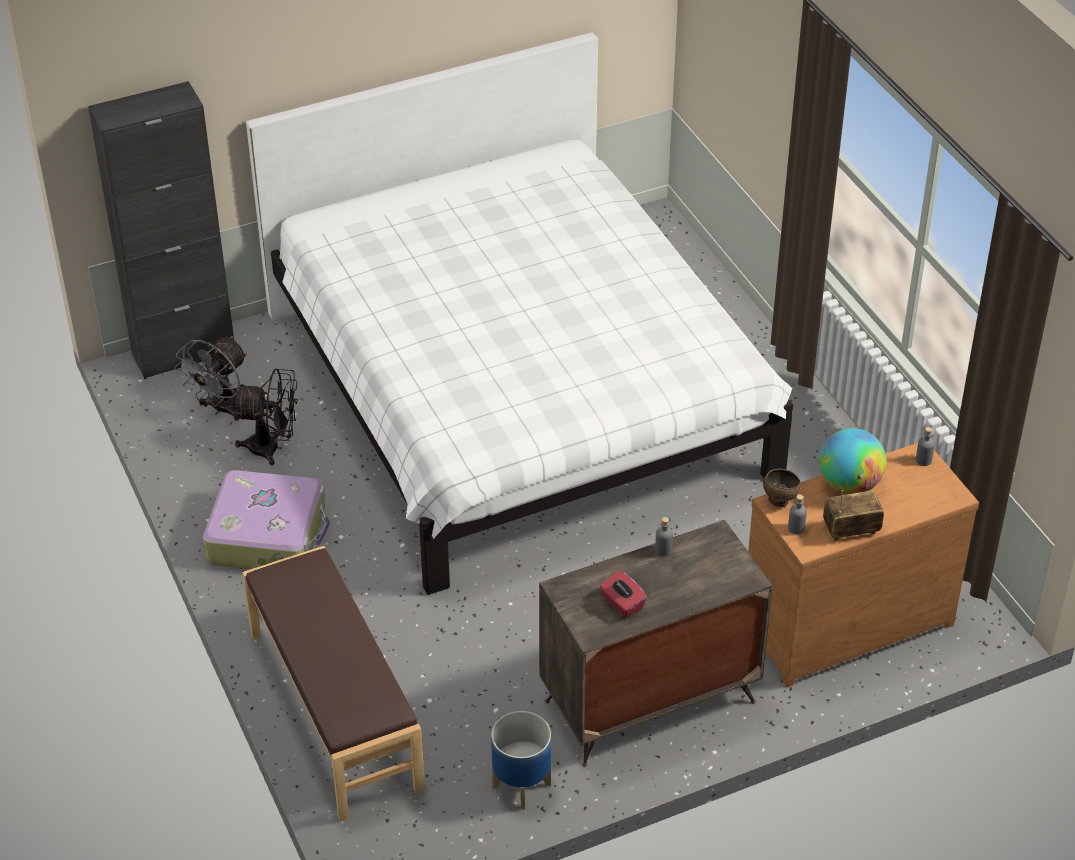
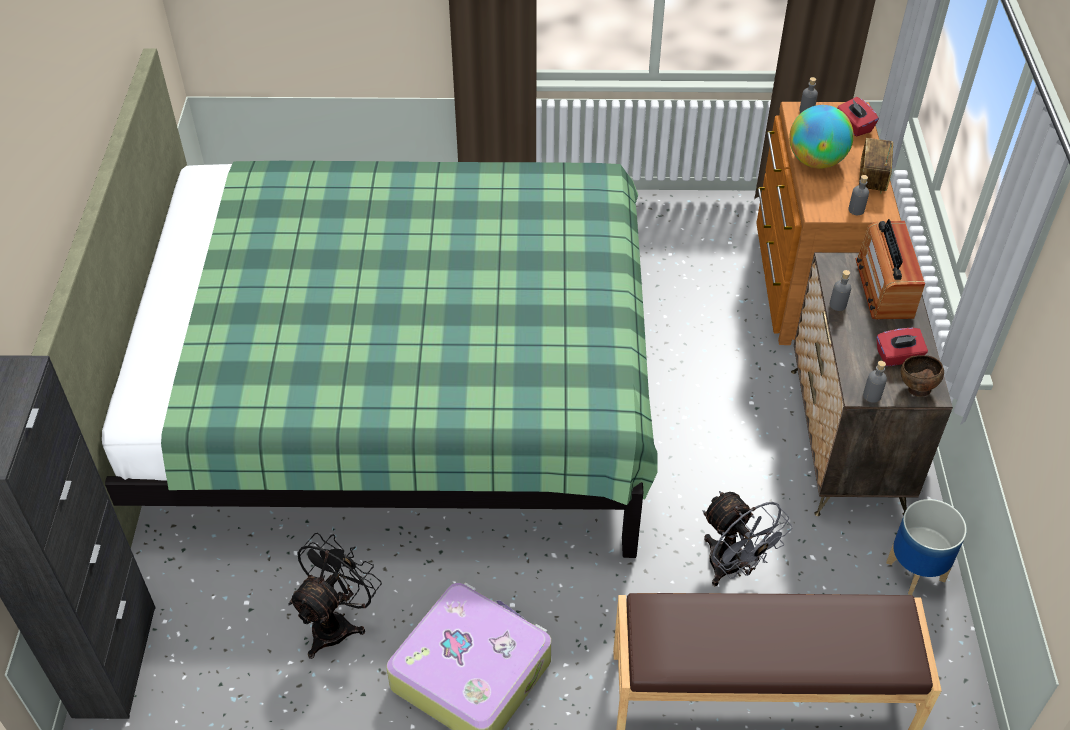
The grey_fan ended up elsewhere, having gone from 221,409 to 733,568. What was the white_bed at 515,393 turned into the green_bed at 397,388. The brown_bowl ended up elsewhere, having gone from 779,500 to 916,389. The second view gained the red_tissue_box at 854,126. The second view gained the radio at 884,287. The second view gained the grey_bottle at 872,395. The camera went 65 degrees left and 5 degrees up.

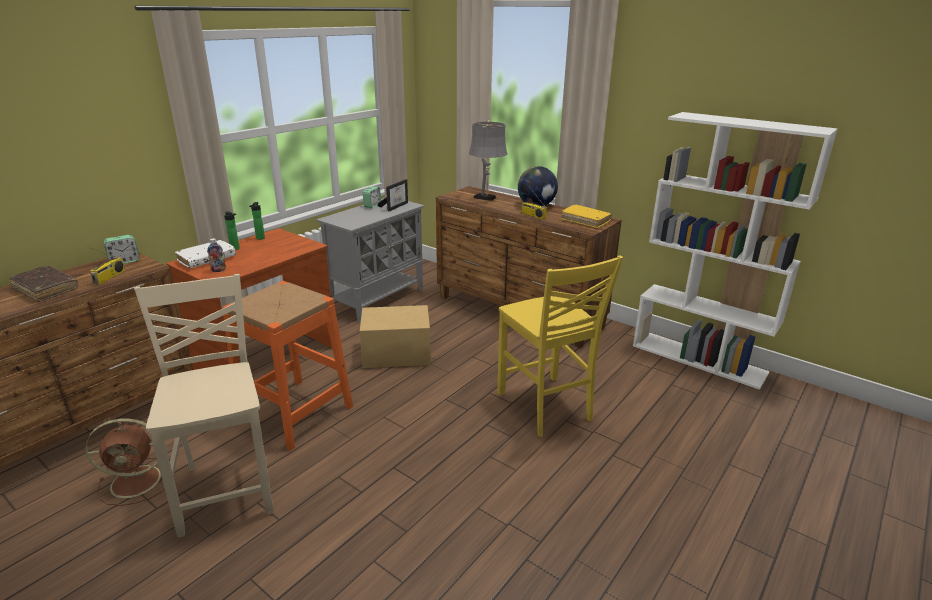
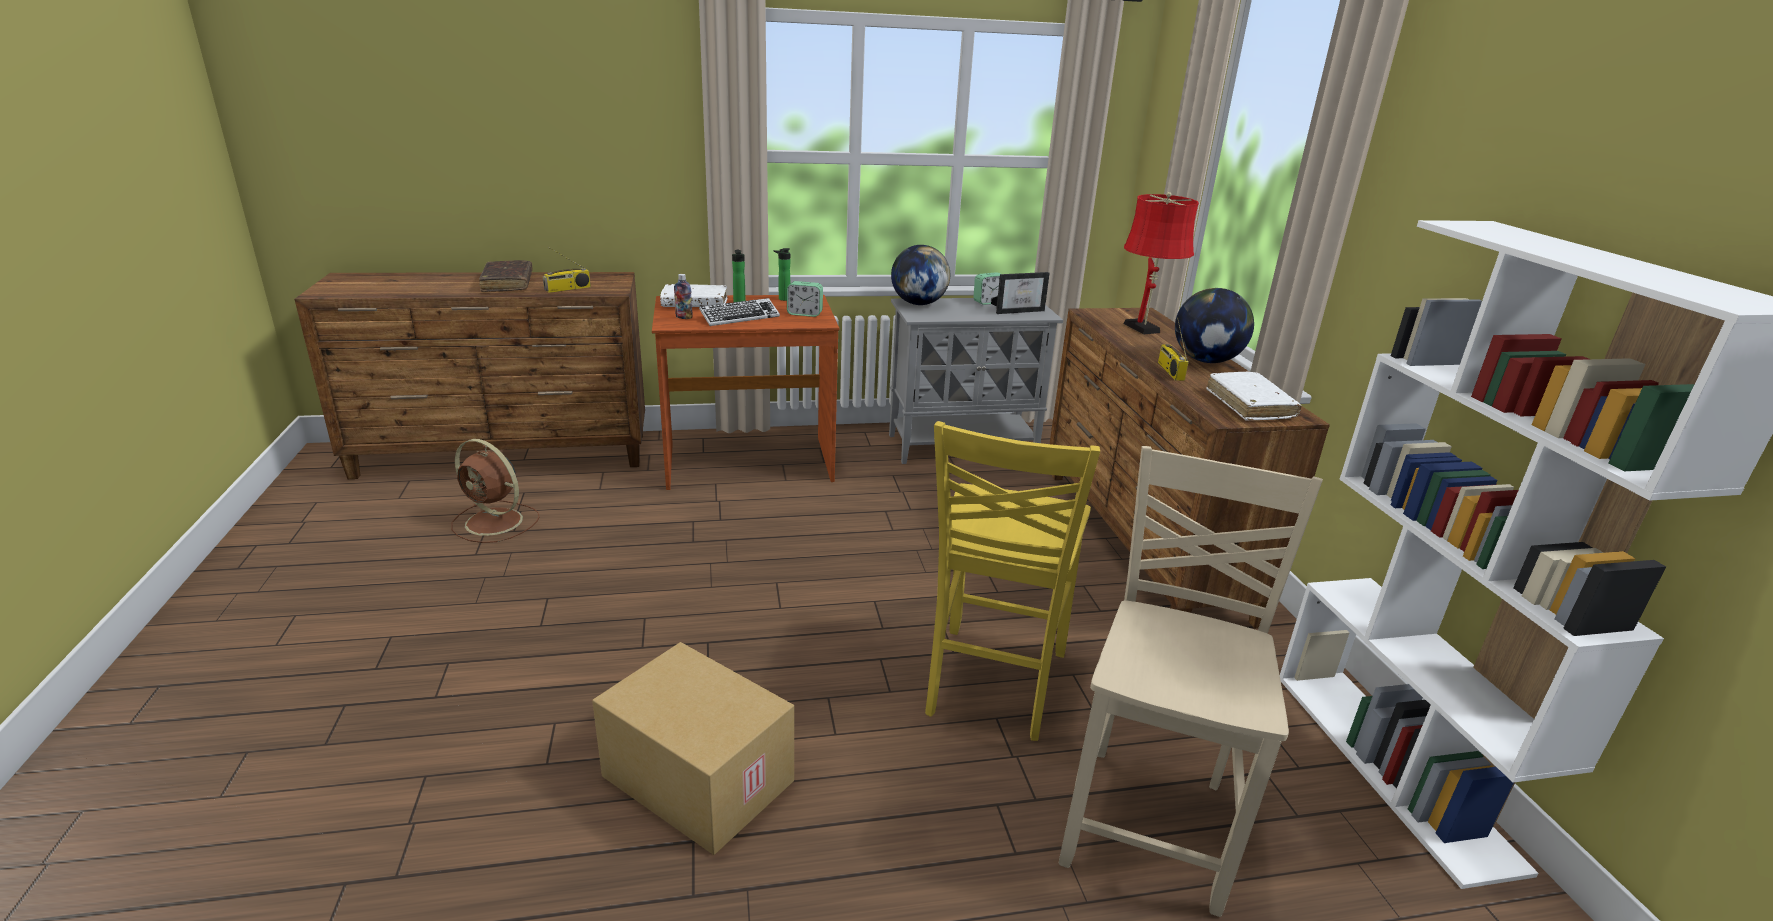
The alarm_clock ended up elsewhere, having gone from 124,261 to 804,314. The beige_chair ended up elsewhere, having gone from 228,488 to 1150,821. The second view lost the orange_stool at 295,412. The cardboard_box ended up elsewhere, having gone from 396,354 to 695,779. What was the grey_table_lamp at 486,198 turned into the red_table_lamp at 1143,329. What was the yellow_book at 585,221 turned into the white_book at 1249,405. The second view gained the keyboard at 739,317. The second view gained the globe at 918,303. The camera went 40 degrees right and 0 degrees up.

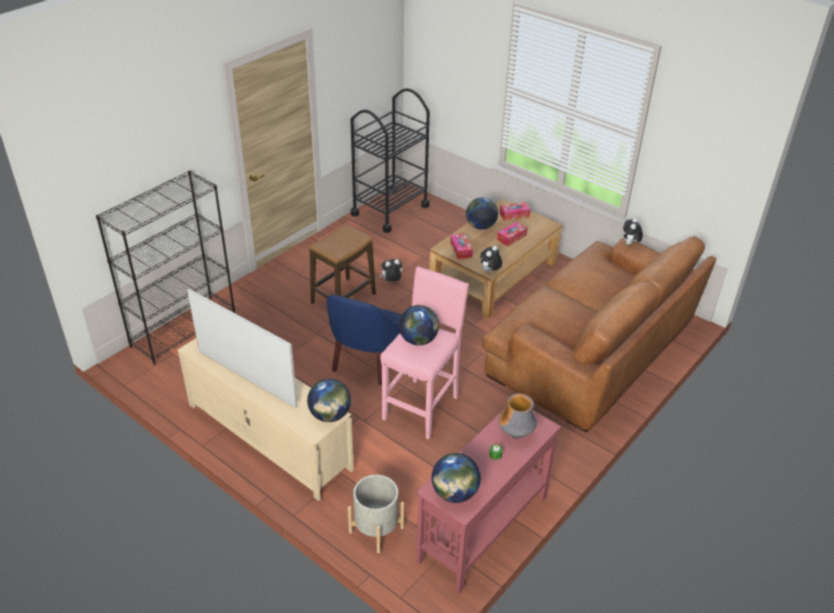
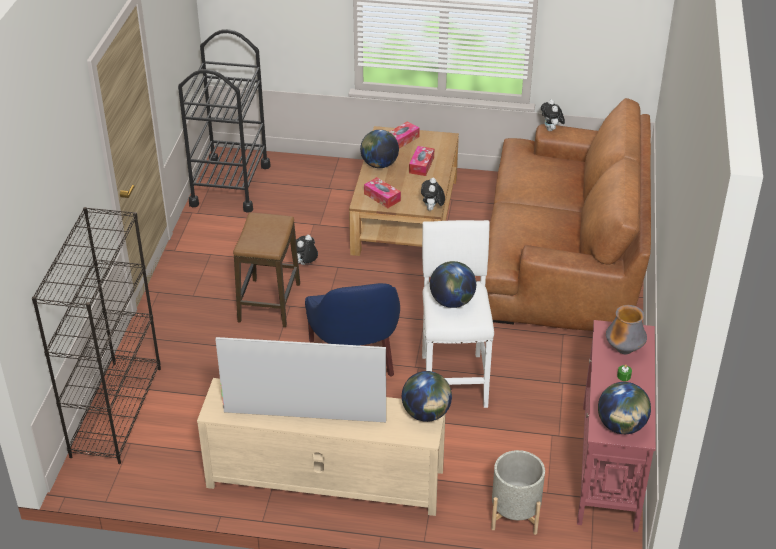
What was the pink_stool at 422,407 turned into the white_stool at 453,379. The camera went 30 degrees left and 0 degrees up.

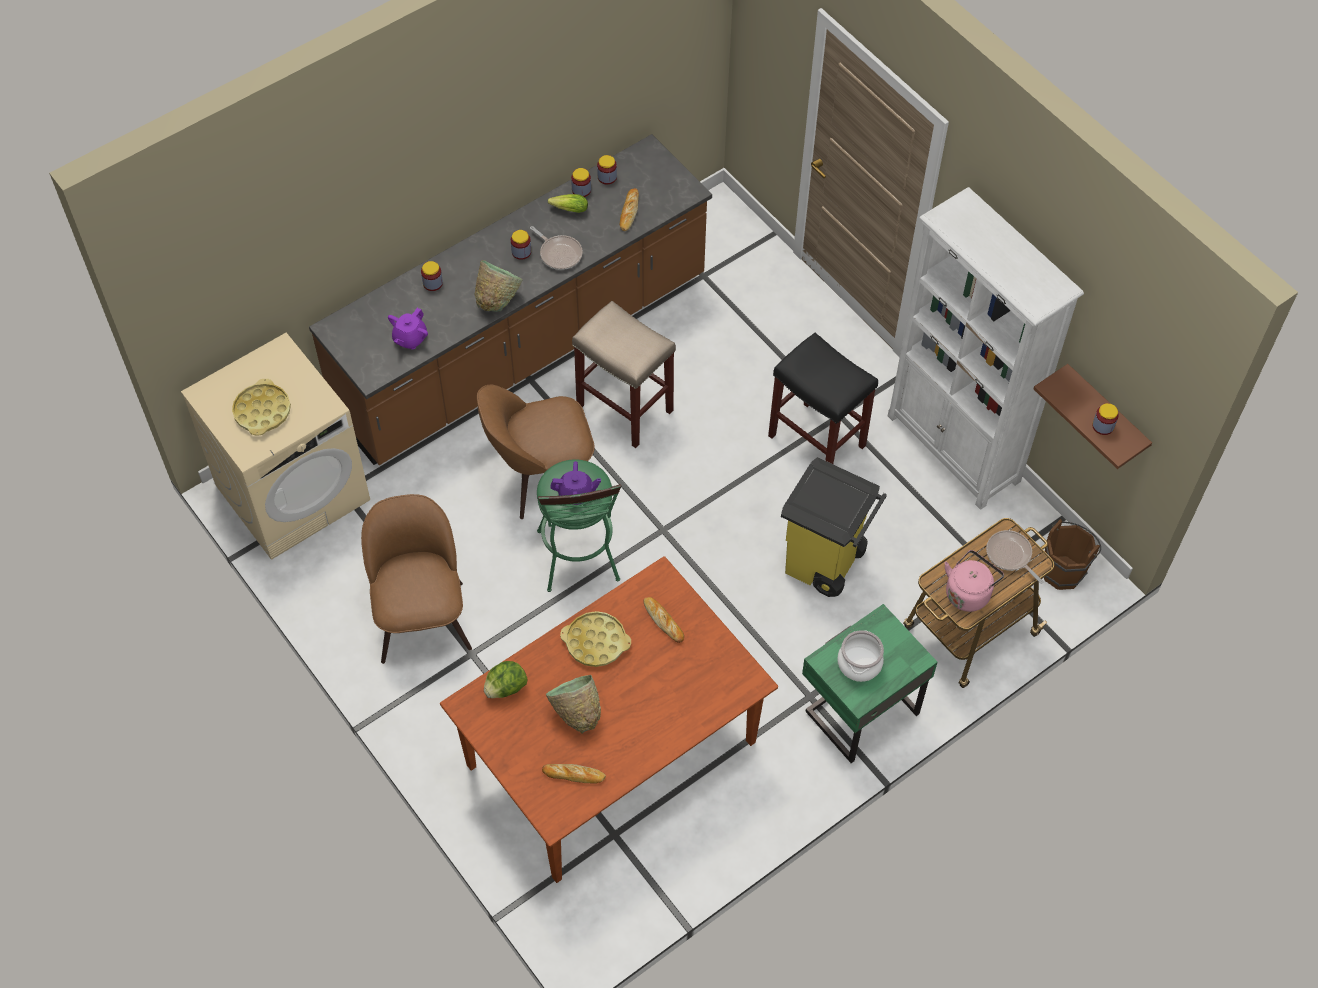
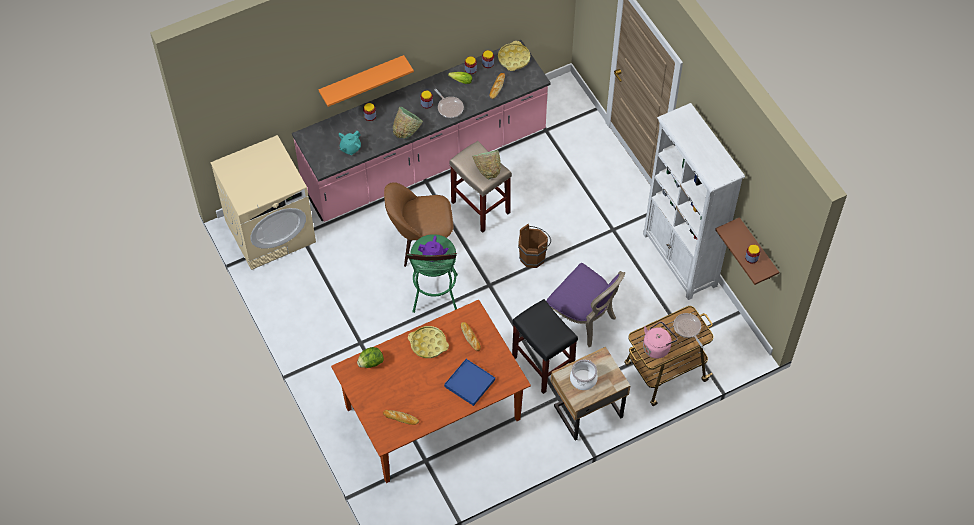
The yellow_tray ended up elsewhere, having gone from 262,411 to 513,58. What was the brown_counter at 523,348 turned into the pink_counter at 425,161. The second view lost the brown_chair at 421,617. What was the purple_teapot at 410,339 turned into the turquoise_teapot at 350,148. The green_bowl ended up elsewhere, having gone from 576,712 to 487,170. The black_stool ended up elsewhere, having gone from 818,441 to 543,365. Where the yellow_trash_can stood at 824,564, the purple_chair came to stand at 584,319. What was the green_nightstand at 859,711 turned into the beige_nightstand at 586,410. The brown_bucket ended up elsewhere, having gone from 1064,569 to 534,256. The second view gained the orange_shelf at 362,79. The second view gained the blue_tray at 469,383. The camera went 10 degrees right and 0 degrees up.

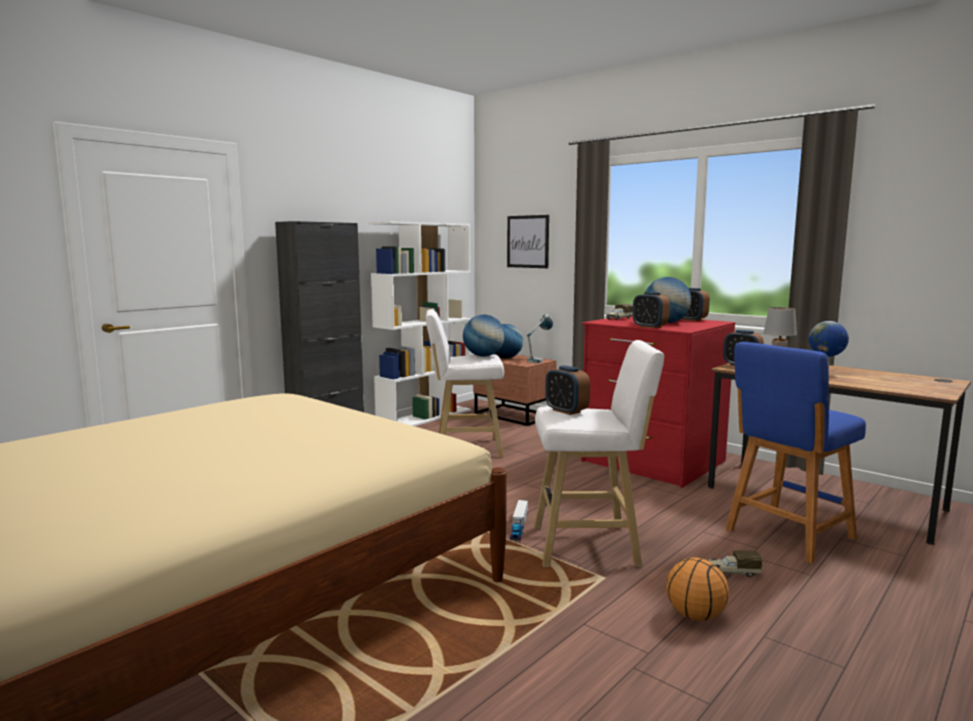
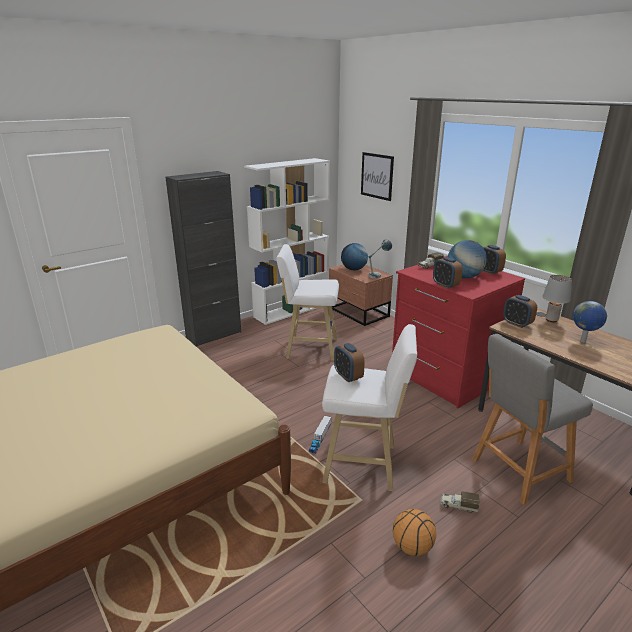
The second view lost the globe at 483,356. What was the blue_stool at 786,536 turned into the grey_stool at 517,471. The camera went 10 degrees right and 15 degrees up.

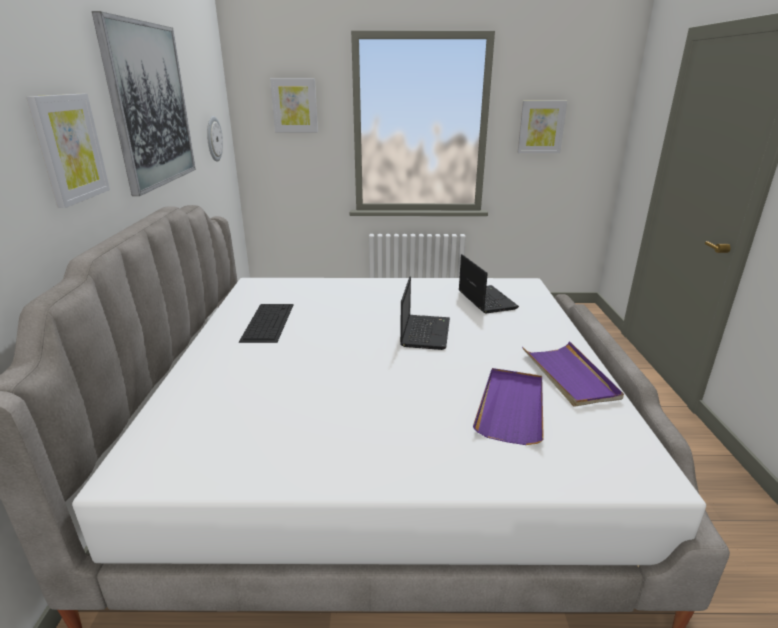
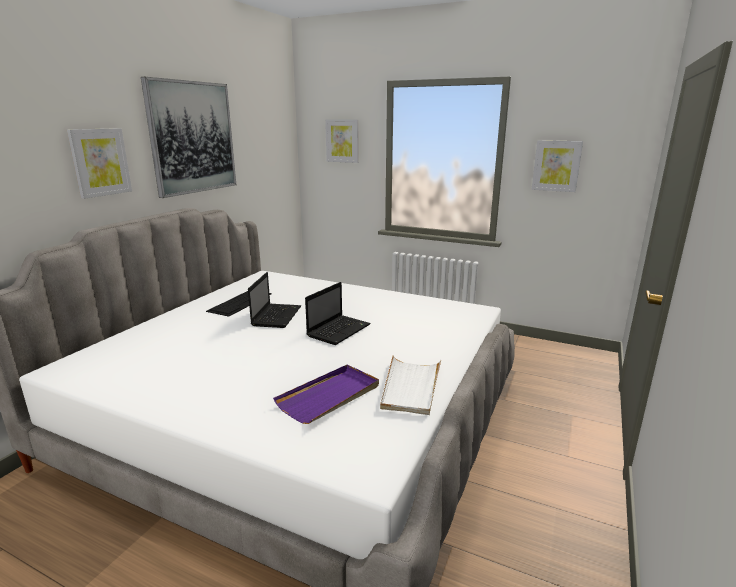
The second view lost the wall_clock at 213,139. The laptop ended up elsewhere, having gone from 485,299 to 276,316. What was the purple_tray at 569,376 turned into the white_tray at 410,387. The camera went 25 degrees right and 5 degrees down.

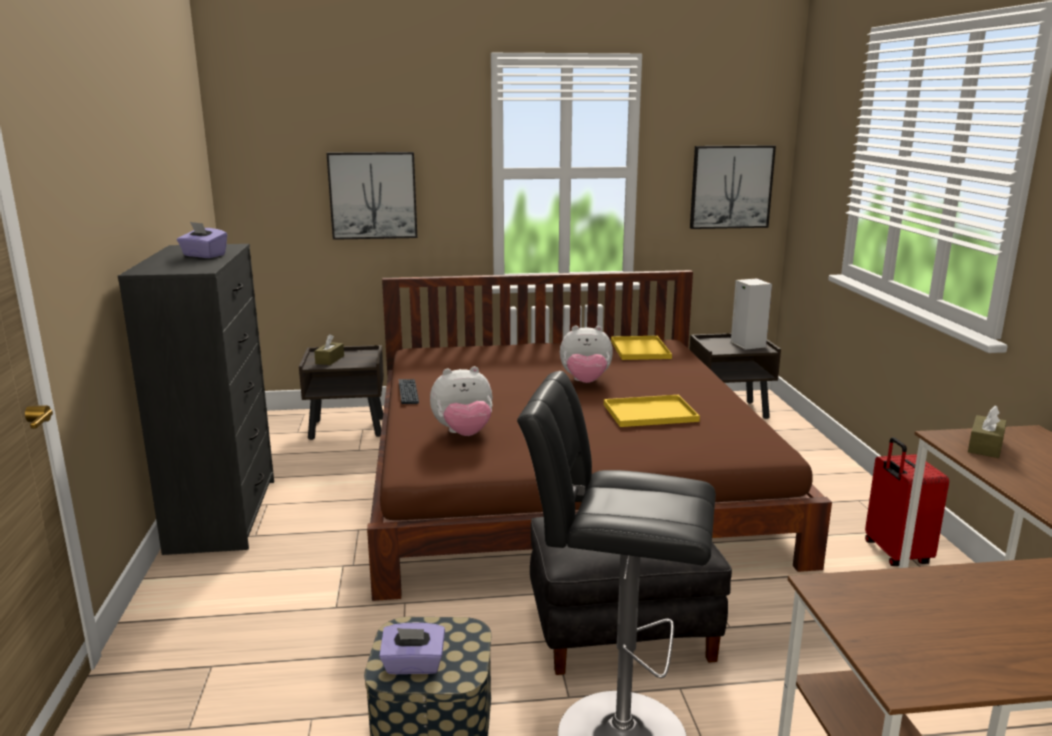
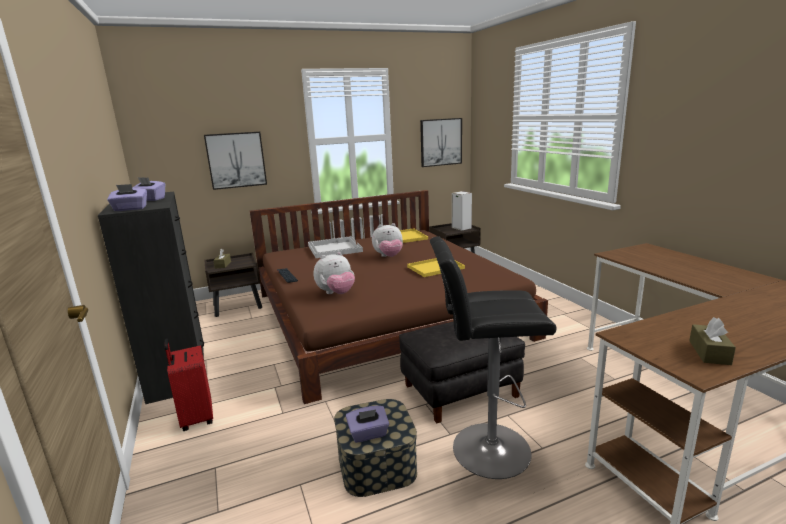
The red_suitcase ended up elsewhere, having gone from 895,554 to 196,418. The brown_tissue_box ended up elsewhere, having gone from 985,446 to 709,352. The second view gained the purple_tissue_box at 130,209. The second view gained the white_tray at 334,248. The camera went 15 degrees left and 0 degrees up.

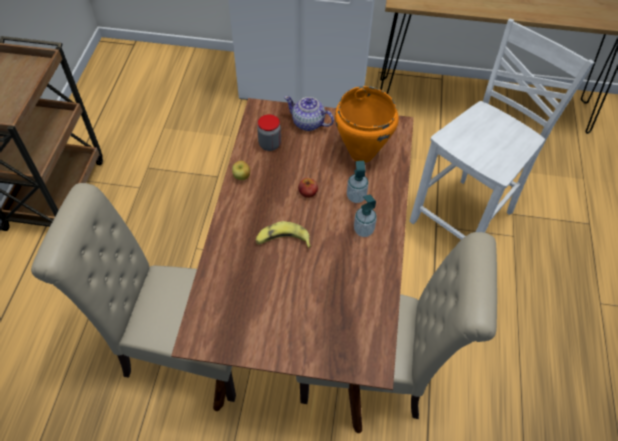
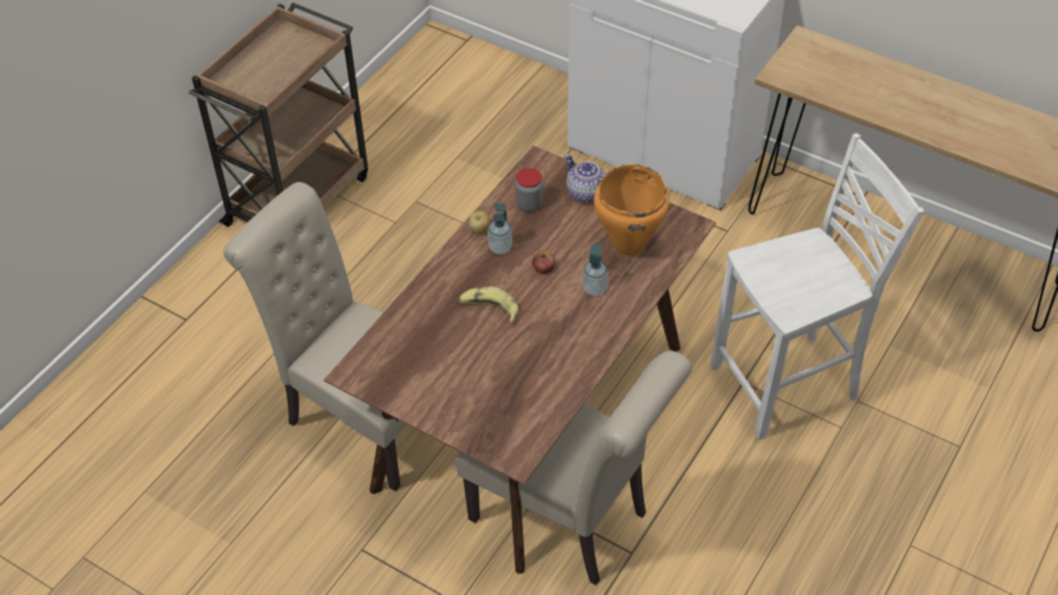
The soap_dispenser ended up elsewhere, having gone from 363,230 to 500,248. The camera went 25 degrees right and 5 degrees down.

